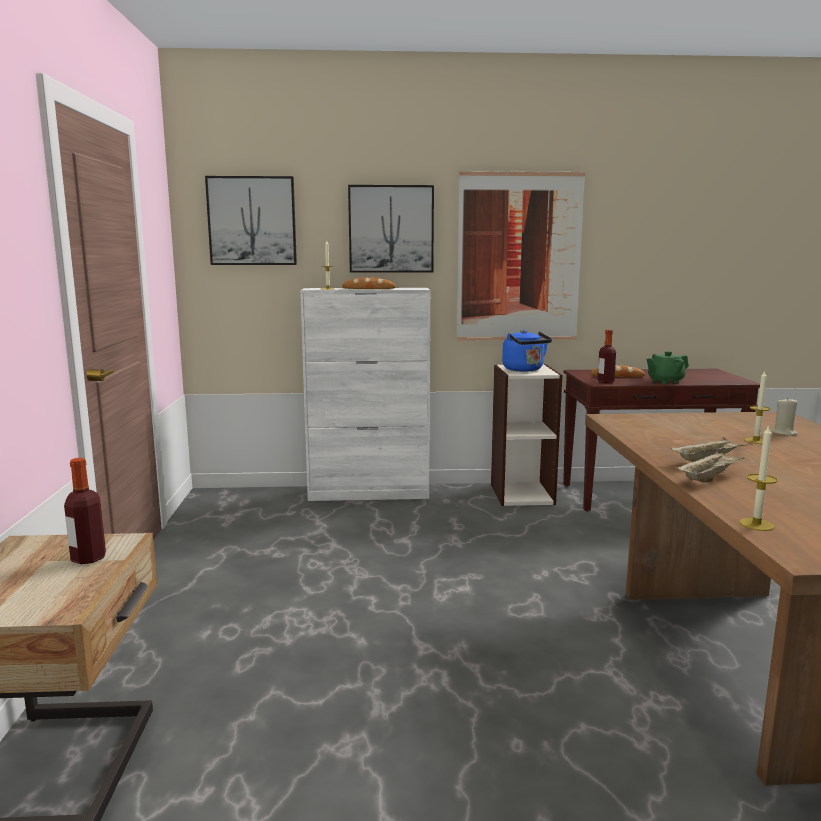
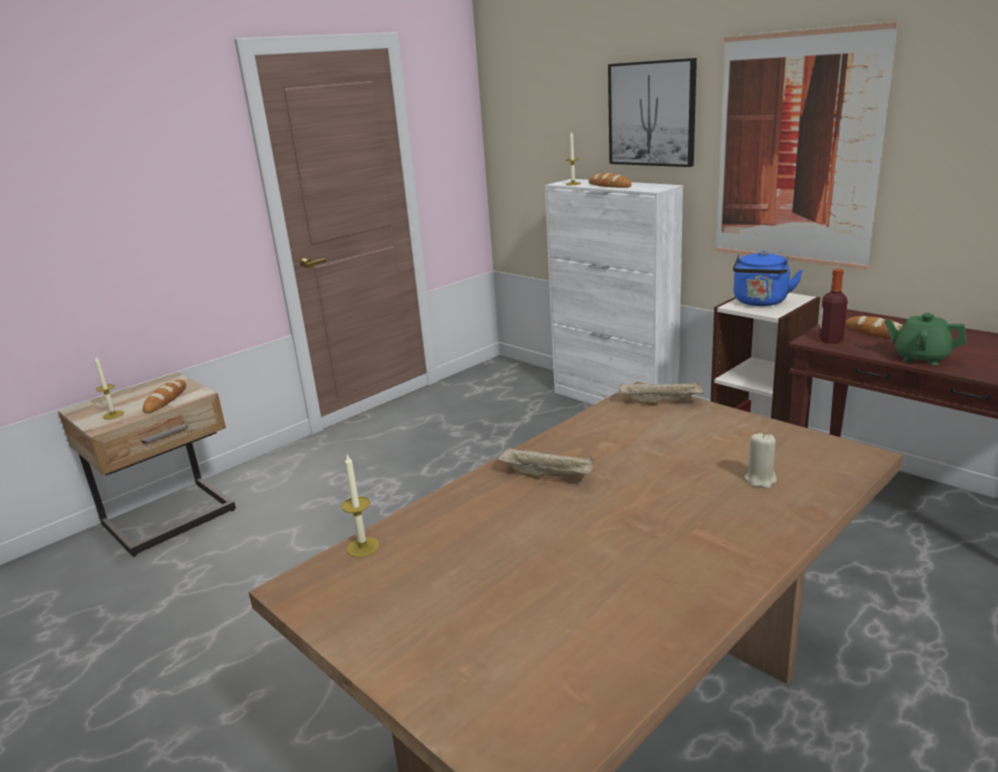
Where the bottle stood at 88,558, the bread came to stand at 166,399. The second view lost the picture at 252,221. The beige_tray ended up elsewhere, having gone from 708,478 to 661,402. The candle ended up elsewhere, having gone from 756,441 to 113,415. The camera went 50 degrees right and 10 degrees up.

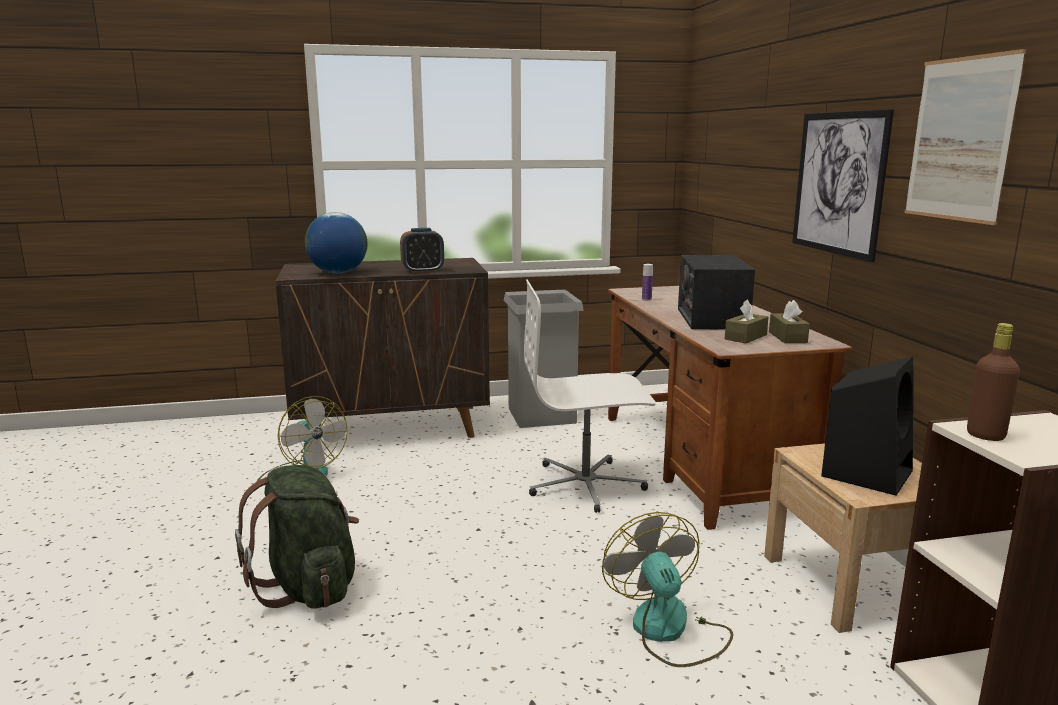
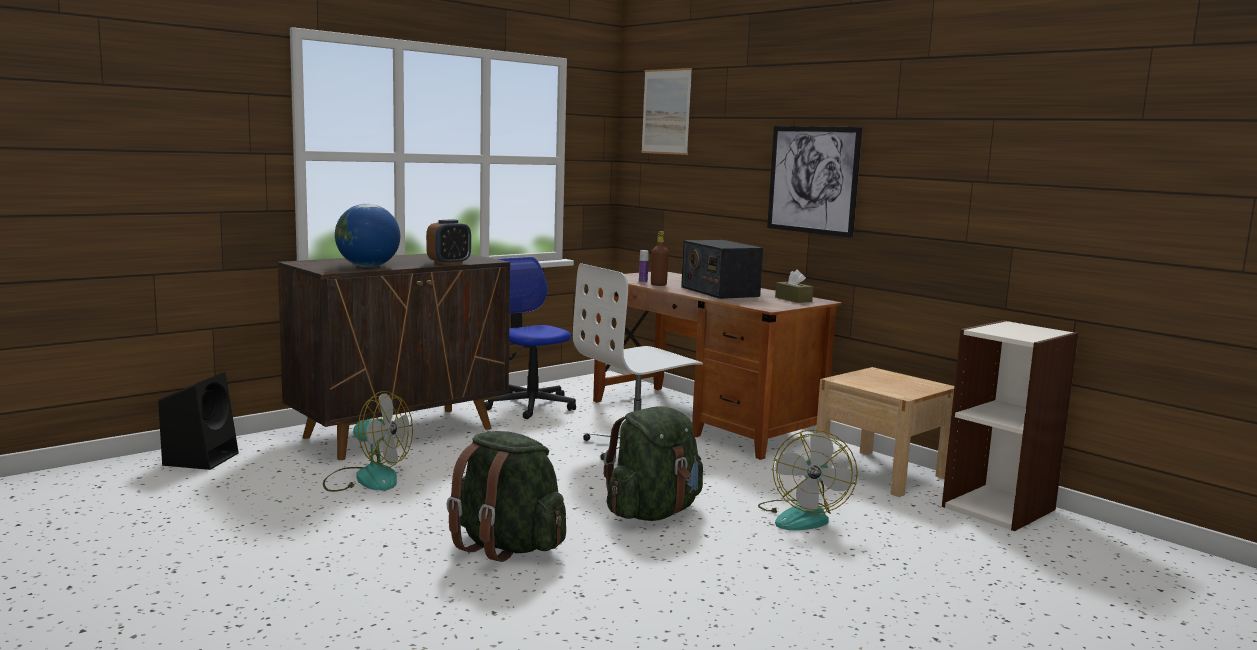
Where the grey_trash_can stood at 542,415, the office_chair came to stand at 530,405. The fan at 669,631 ended up facing another way, 120 degrees counterclockwise from before. The second view lost the brown_tissue_box at 745,337. The black_speaker ended up elsewhere, having gone from 867,472 to 201,458. The picture ended up elsewhere, having gone from 960,139 to 666,111. The brown_bottle ended up elsewhere, having gone from 985,435 to 658,285. The second view gained the green_backpack at 653,513. The camera went 30 degrees left and 5 degrees down.

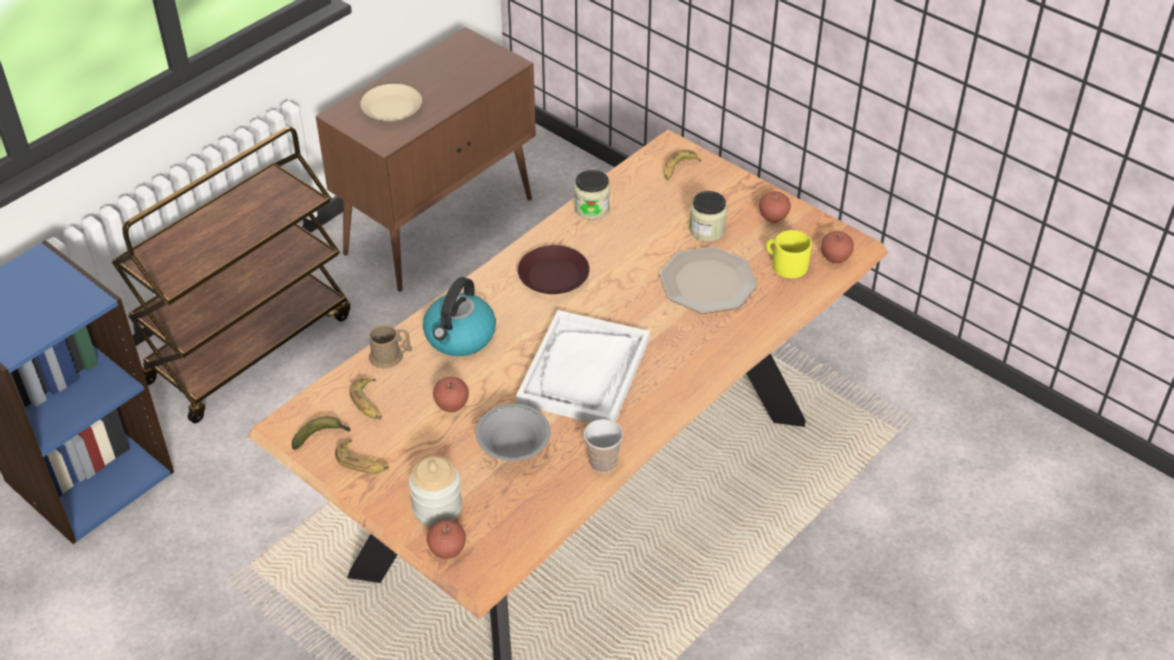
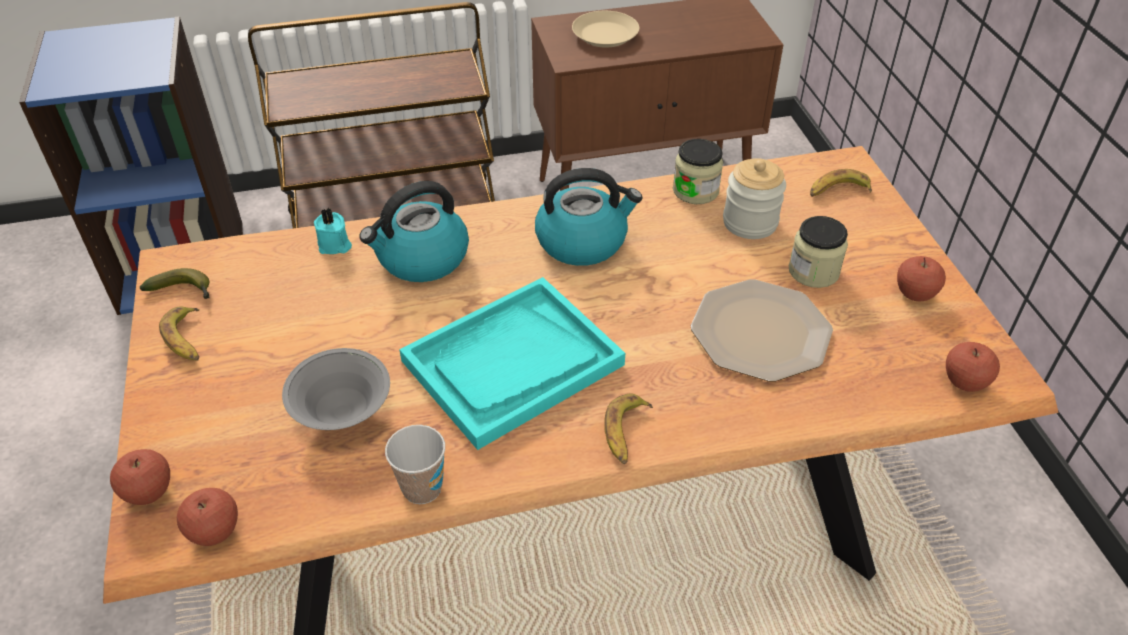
The banana ended up elsewhere, having gone from 369,403 to 625,433. Where the brown_mug stood at 391,357, the turquoise_candle came to stand at 335,245. The jar ended up elsewhere, having gone from 437,508 to 750,222. The apple ended up elsewhere, having gone from 452,405 to 215,532. What was the white_tray at 584,371 turned into the turquoise_tray at 512,363. Where the brown_plate stood at 552,276, the kettle came to stand at 583,241. The second view lost the yellow_mug at 785,264. The camera went 35 degrees right and 0 degrees up.

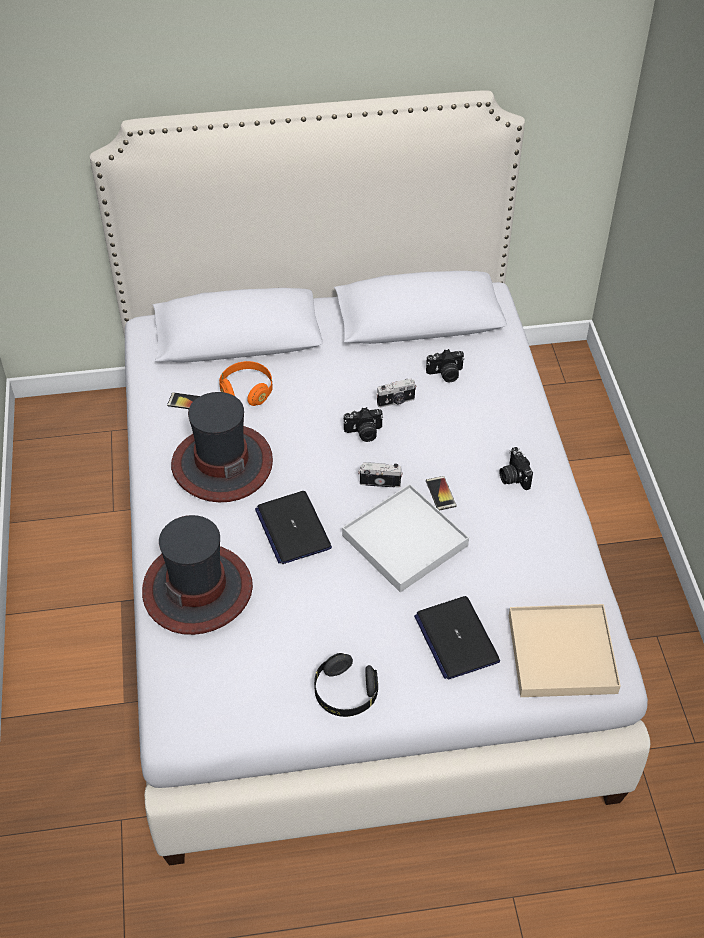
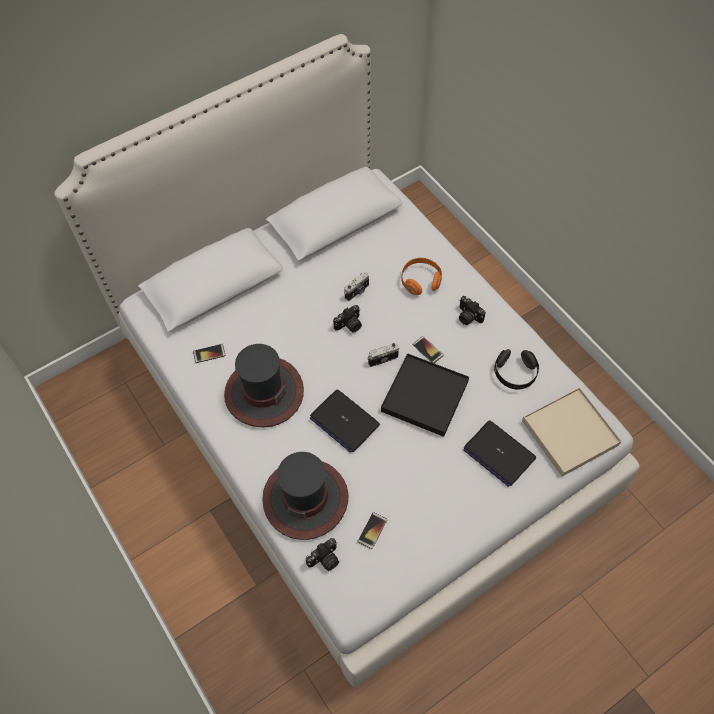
The orange_headphones ended up elsewhere, having gone from 247,391 to 420,281. The black_headphones ended up elsewhere, having gone from 345,693 to 515,374. What was the white_tray at 404,540 turned into the black_tray at 424,396. The photo_camera ended up elsewhere, having gone from 445,374 to 325,560. The second view gained the phone at 372,530. The camera went 25 degrees left and 10 degrees up.

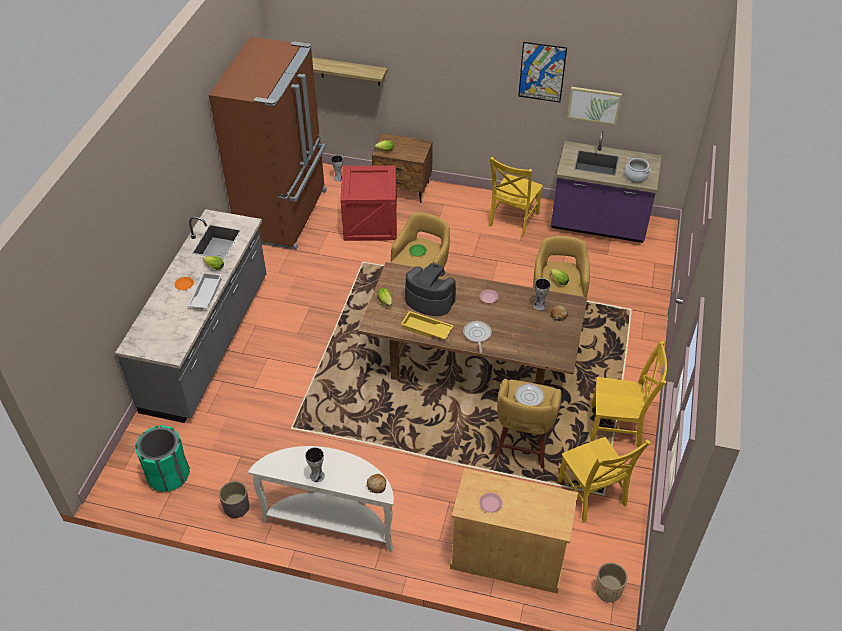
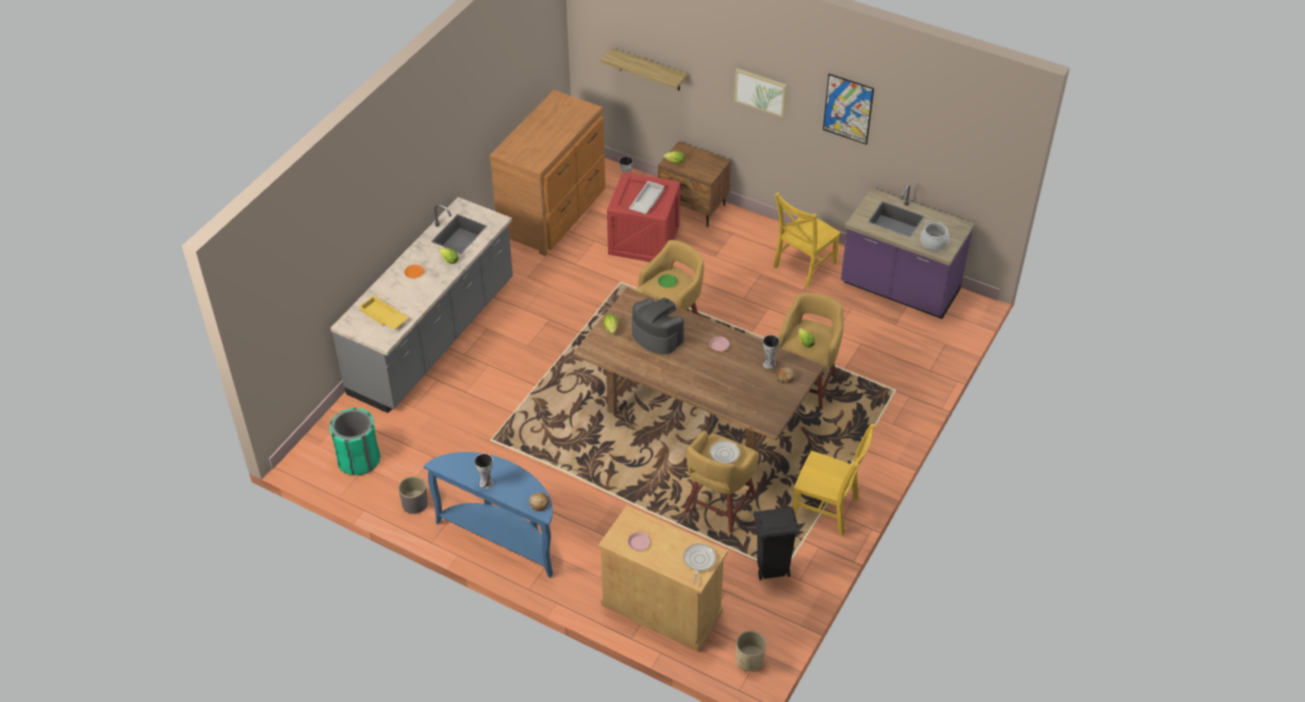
The white_tray ended up elsewhere, having gone from 205,294 to 646,201. Where the brown_fridge stood at 284,214, the brown_dresser came to stand at 554,213. What was the white_console_table at 332,521 turned into the blue_console_table at 502,537. The yellow_tray ended up elsewhere, having gone from 426,329 to 383,317. The frying_pan ended up elsewhere, having gone from 477,335 to 698,561. Where the yellow_chair stood at 592,495, the black_trash_can came to stand at 771,570. The picture ended up elsewhere, having gone from 594,105 to 760,92. The camera went 15 degrees right and 0 degrees up.

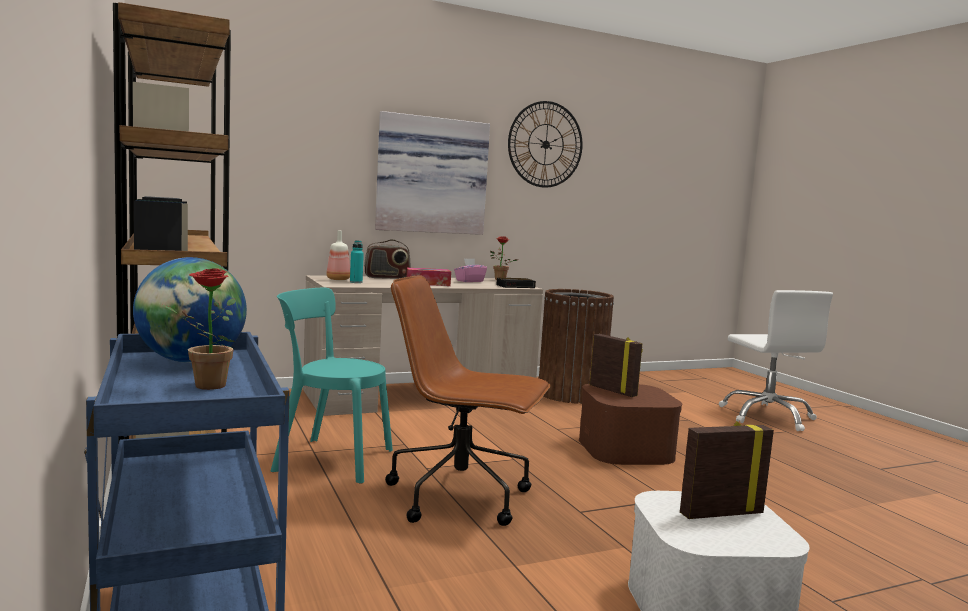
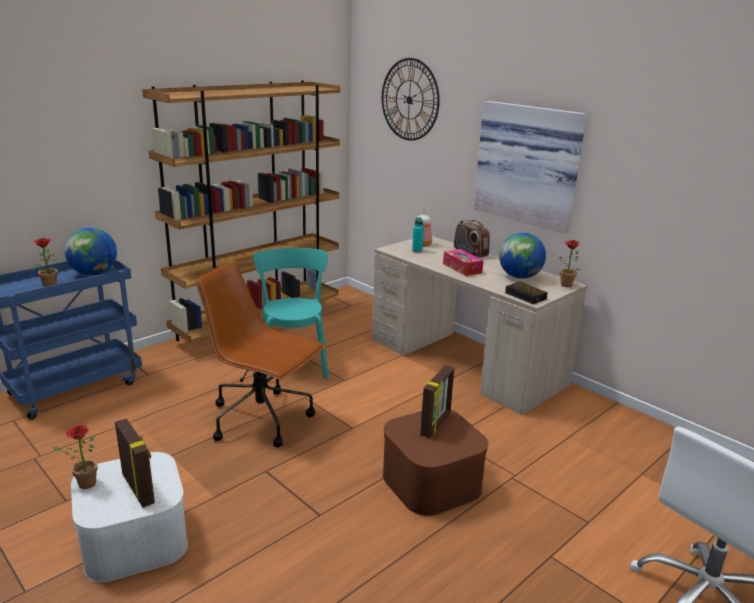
The brown_office_chair at 461,497 ended up facing another way, 60 degrees counterclockwise from before. Where the pink_tissue_box stood at 469,281, the globe came to stand at 519,277. The wall_clock ended up elsewhere, having gone from 545,144 to 409,100. The second view lost the brown_trash_can at 571,394. The second view gained the potted_plant at 83,484. The camera went 70 degrees right and 15 degrees up.

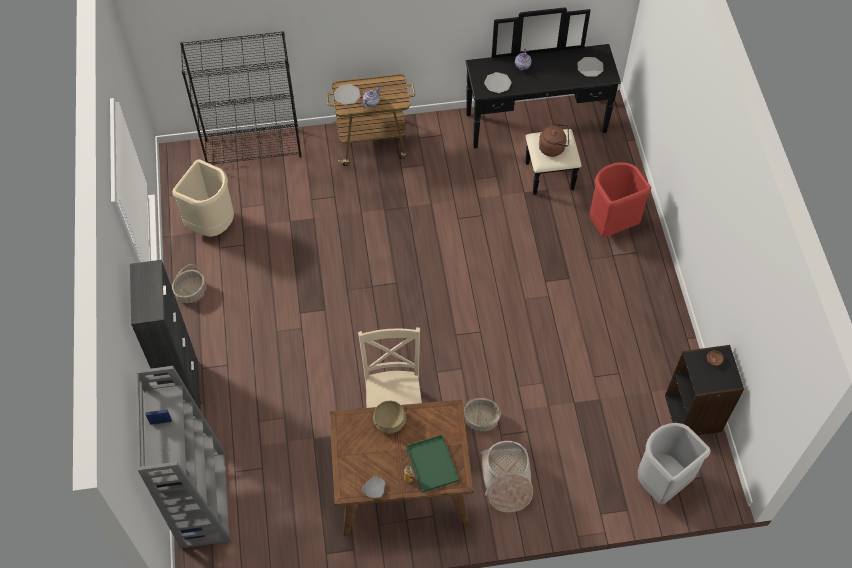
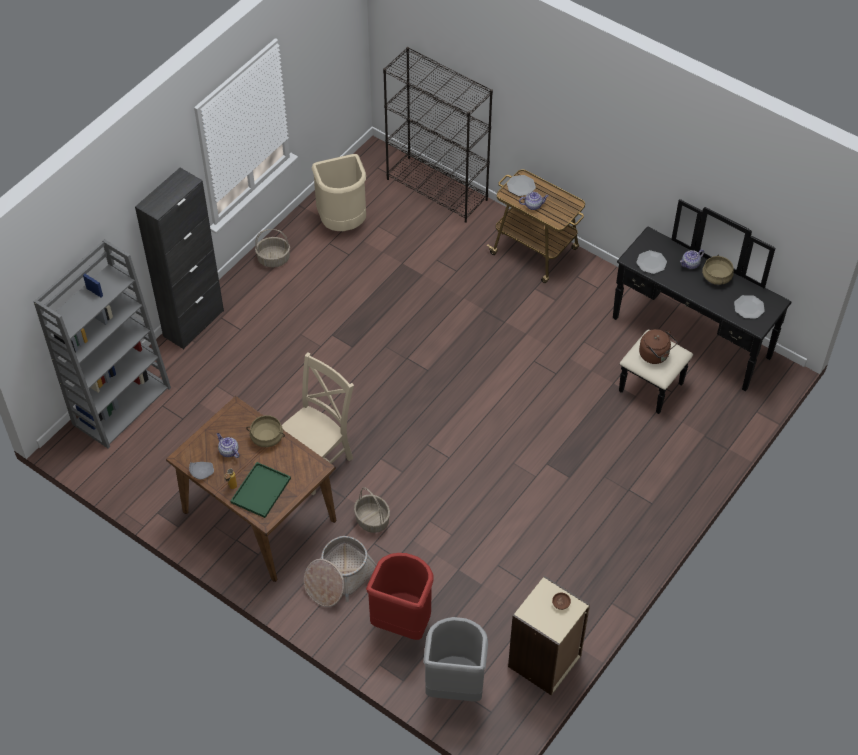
The red_trash_can ended up elsewhere, having gone from 611,224 to 402,622. What was the black_bookcase at 694,413 turned into the beige_bookcase at 545,662. The second view gained the teapot at 228,451. The second view gained the beige_cooking_pot at 717,277. The camera went 45 degrees right and 5 degrees down.

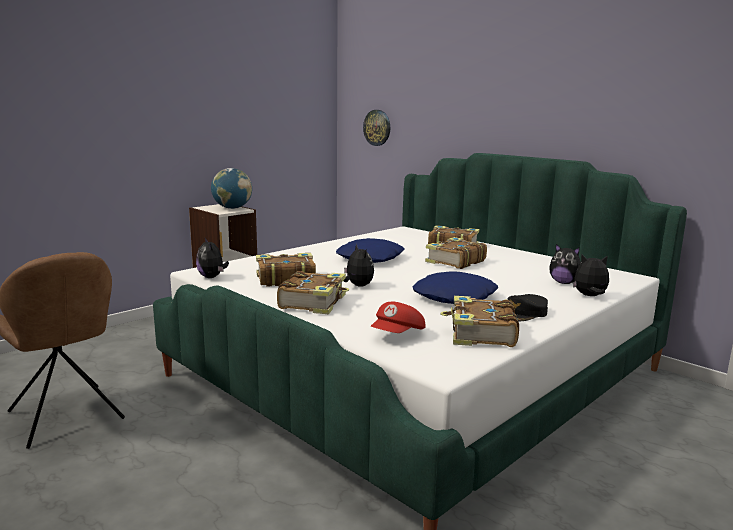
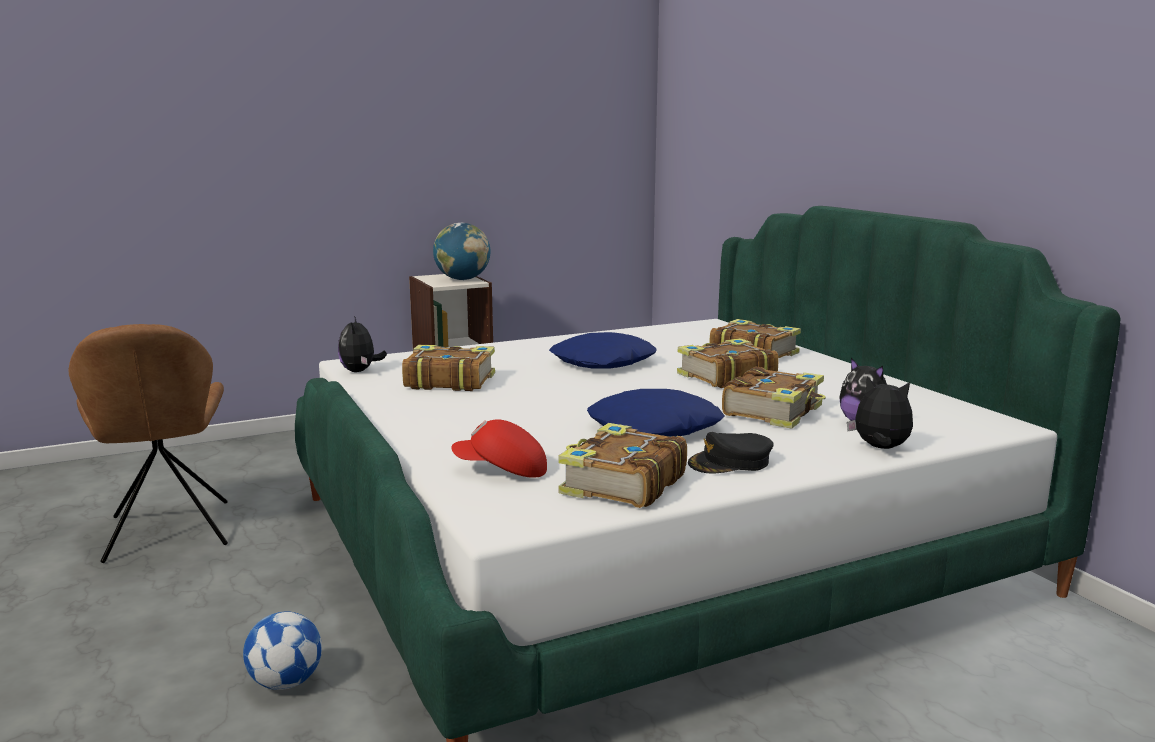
The book ended up elsewhere, having gone from 314,302 to 774,411. The second view lost the plush_toy at 358,286. The second view lost the wall_clock at 377,127. The red_cap at 398,335 ended up facing another way, 45 degrees clockwise from before. The second view gained the football at 286,682. The camera went 20 degrees right and 0 degrees up.

